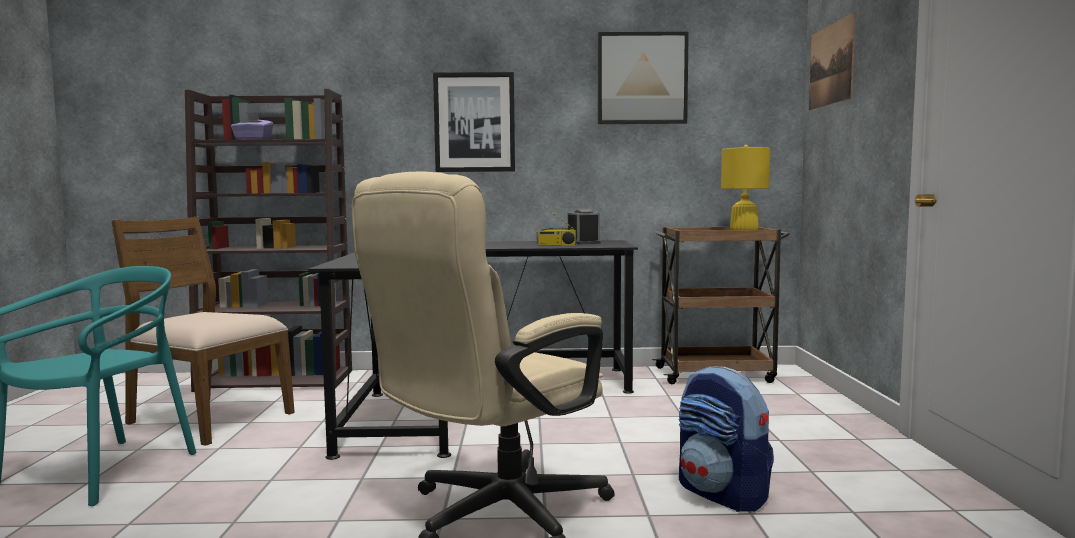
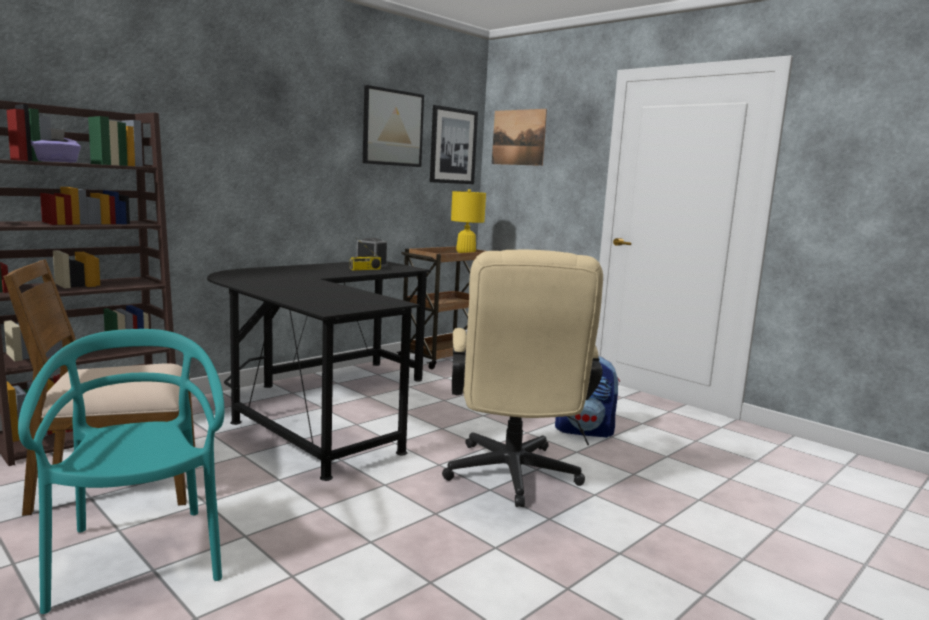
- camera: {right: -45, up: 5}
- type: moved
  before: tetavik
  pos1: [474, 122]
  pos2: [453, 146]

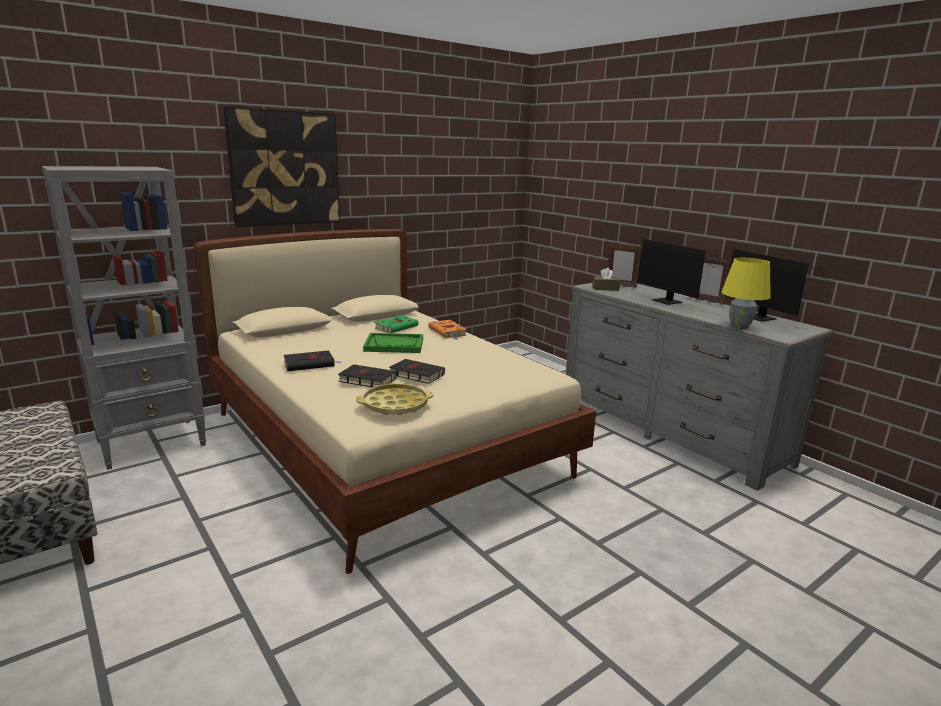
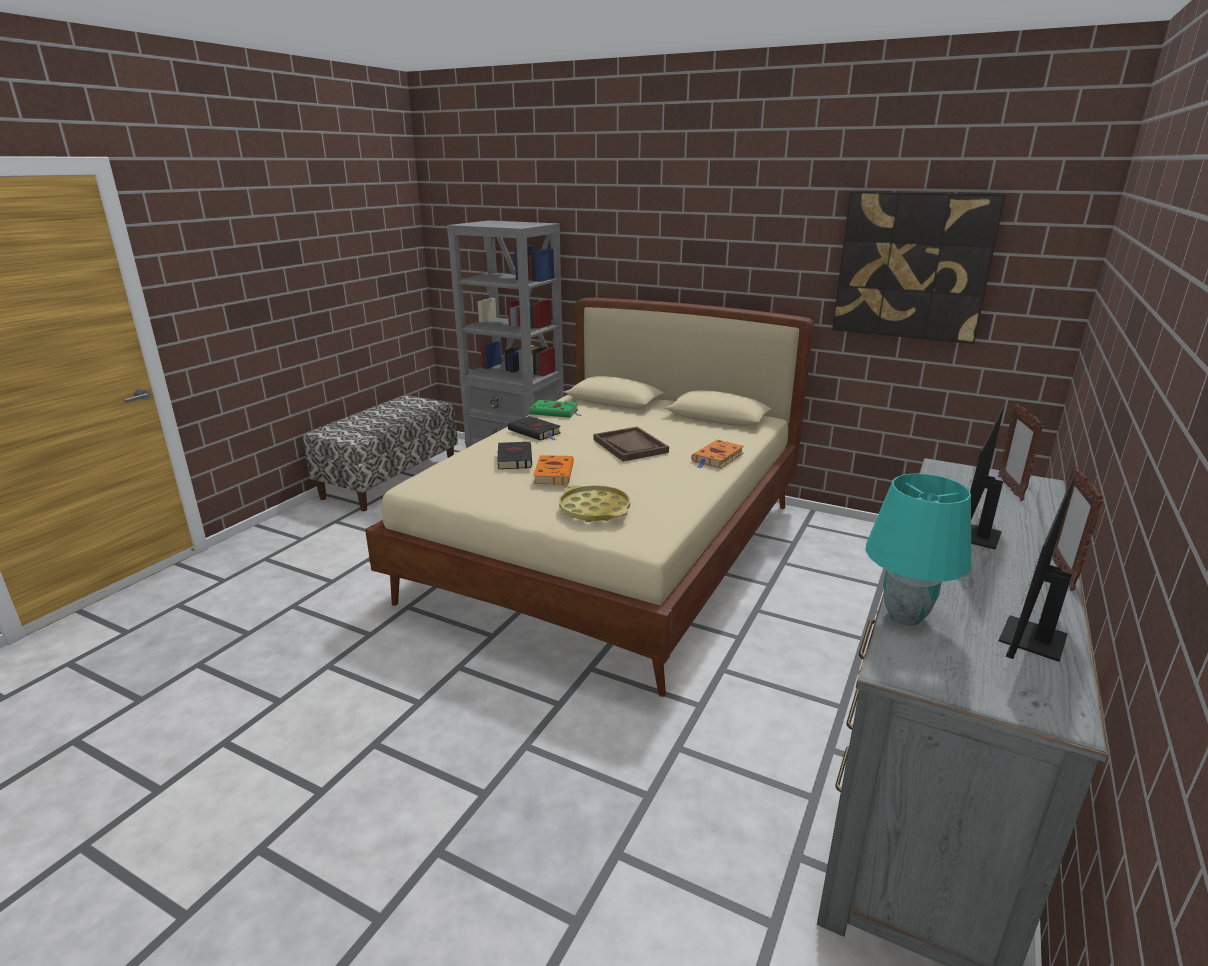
- camera: {right: 65, up: 5}
- type: moved
  before: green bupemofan
  pos1: [397, 327]
  pos2: [555, 412]
- type: recoloured
  before: black bupemofan
  after: orange bupemofan
  pos1: [415, 374]
  pos2: [553, 473]
- type: moved
  before: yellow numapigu
  pos1: [395, 405]
  pos2: [594, 509]
- type: recoloured
  before: green numapigu
  after: brown numapigu
  pos1: [394, 345]
  pos2: [630, 446]
- type: moved
  before: tetavik
  pos1: [284, 168]
  pos2: [912, 266]
- type: recoloured
  before: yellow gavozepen
  after: turquoise gavozepen
  pos1: [739, 327]
  pos2: [904, 615]
- type: removed
  before: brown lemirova
  pos1: [605, 288]

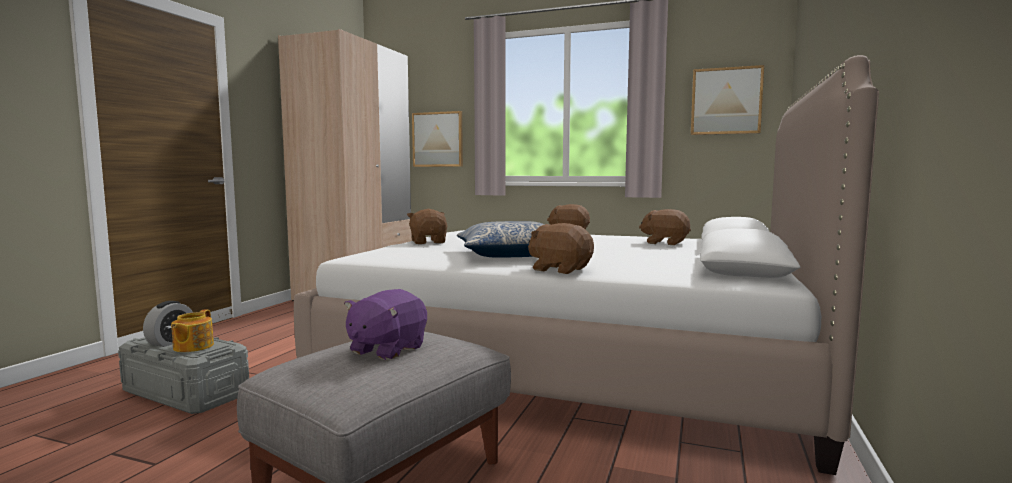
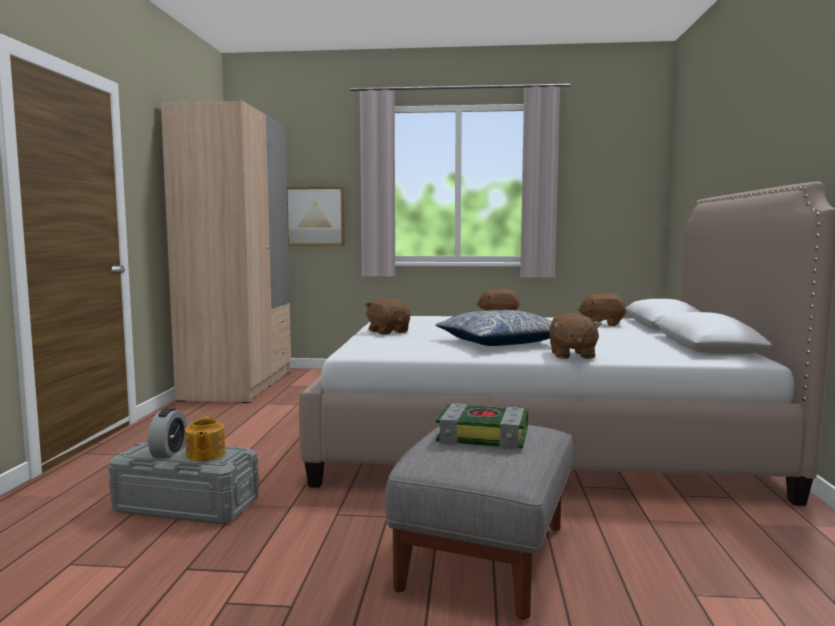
- camera: {right: -15, up: 0}
- type: replaced
  before: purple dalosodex
  after: bupemofan
  pos1: [386, 349]
  pos2: [485, 436]
- type: turned
  before: brown dalosodex
  pos1: [560, 269]
  pos2: [571, 355]
  turn: -105
- type: removed
  before: tetavik
  pos1: [726, 101]

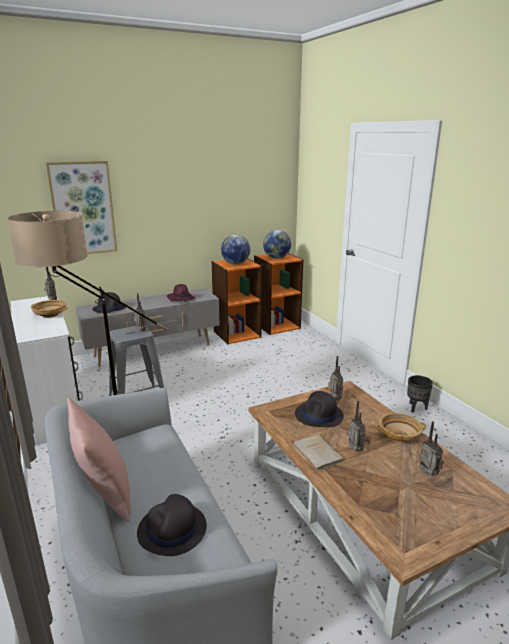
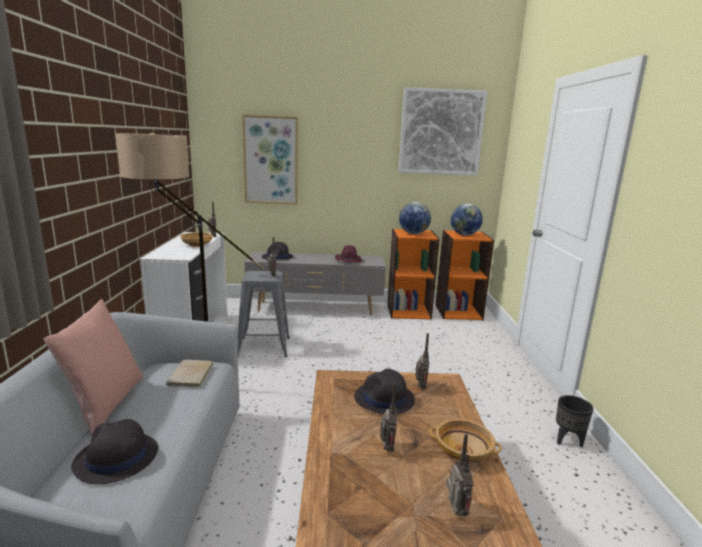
- camera: {right: 25, up: -5}
- type: moved
  before: beige bupemofan
  pos1: [318, 454]
  pos2: [190, 376]
- type: added
  after: tetavik
  pos2: [441, 132]

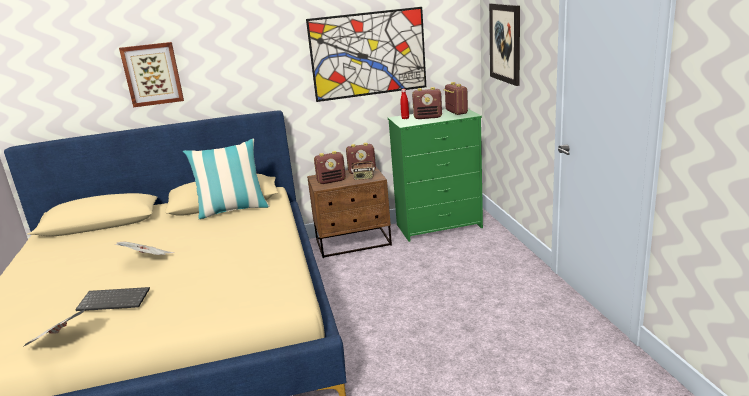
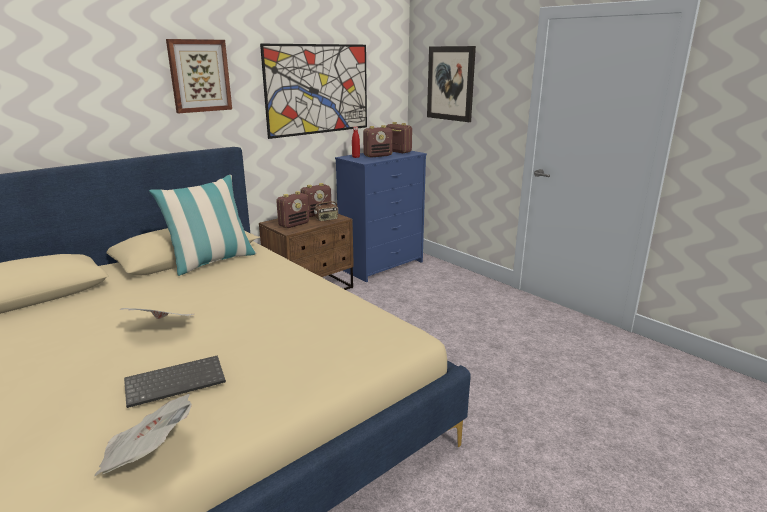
- camera: {right: -30, up: 0}
- type: moved
  before: tetavik
  pos1: [152, 74]
  pos2: [199, 76]
- type: recoloured
  before: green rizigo
  after: blue rizigo
  pos1: [439, 226]
  pos2: [382, 265]

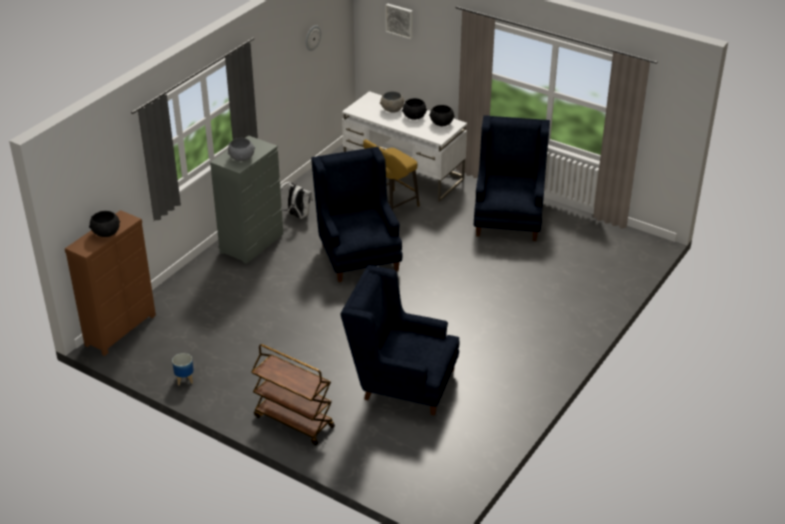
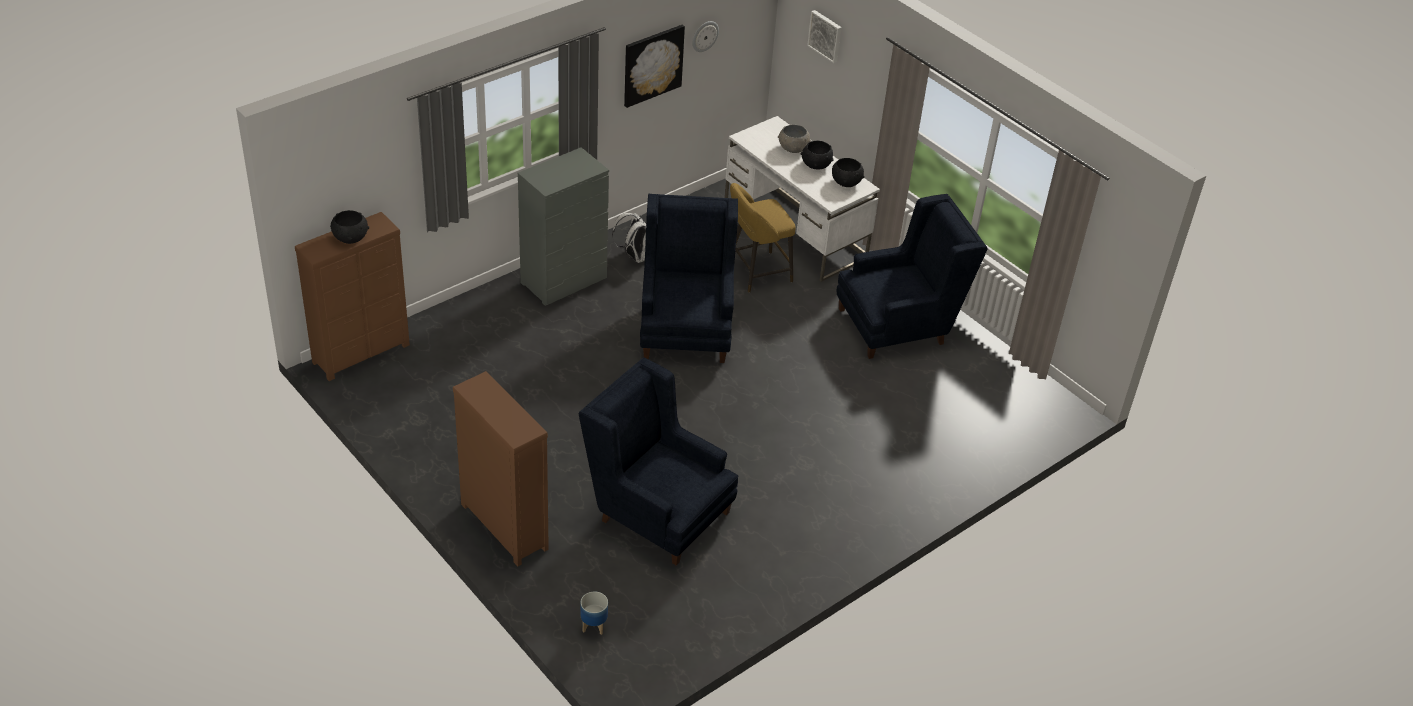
- camera: {right: 15, up: 5}
- type: replaced
  before: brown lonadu
  after: brown rizigo
  pos1: [293, 421]
  pos2: [505, 525]
- type: moved
  before: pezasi
  pos1: [184, 379]
  pos2: [593, 625]
- type: added
  after: tetavik
  pos2: [652, 65]
- type: turned
  before: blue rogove
  pos1: [508, 216]
  pos2: [899, 324]
  turn: 45
- type: removed
  before: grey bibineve
  pos1: [241, 158]

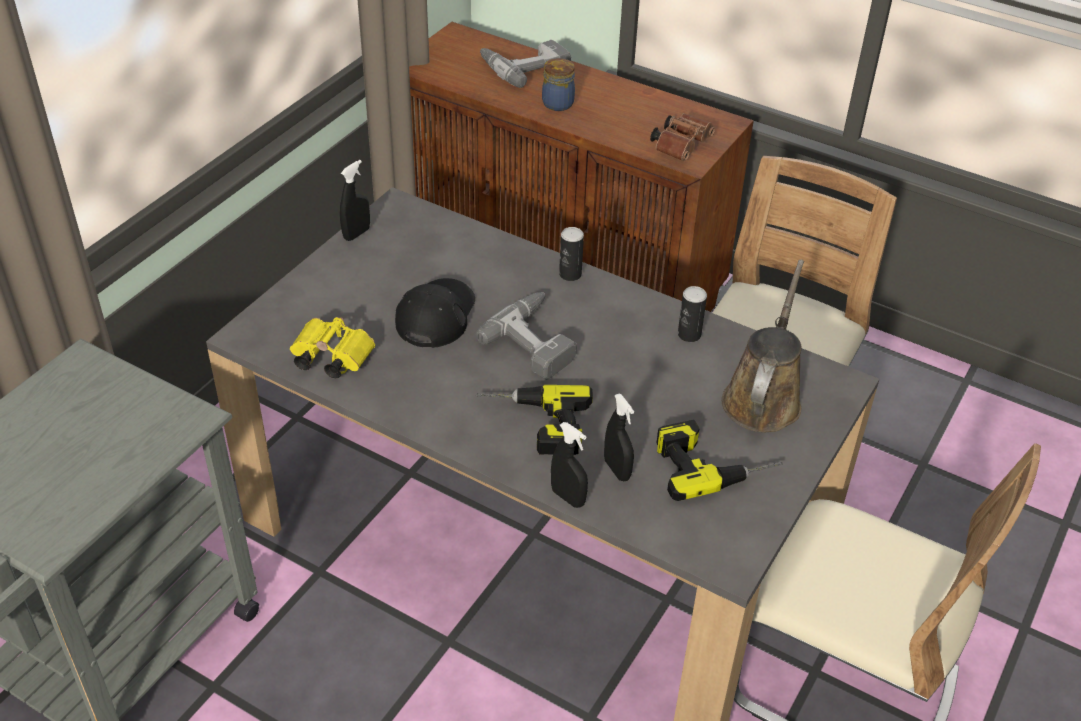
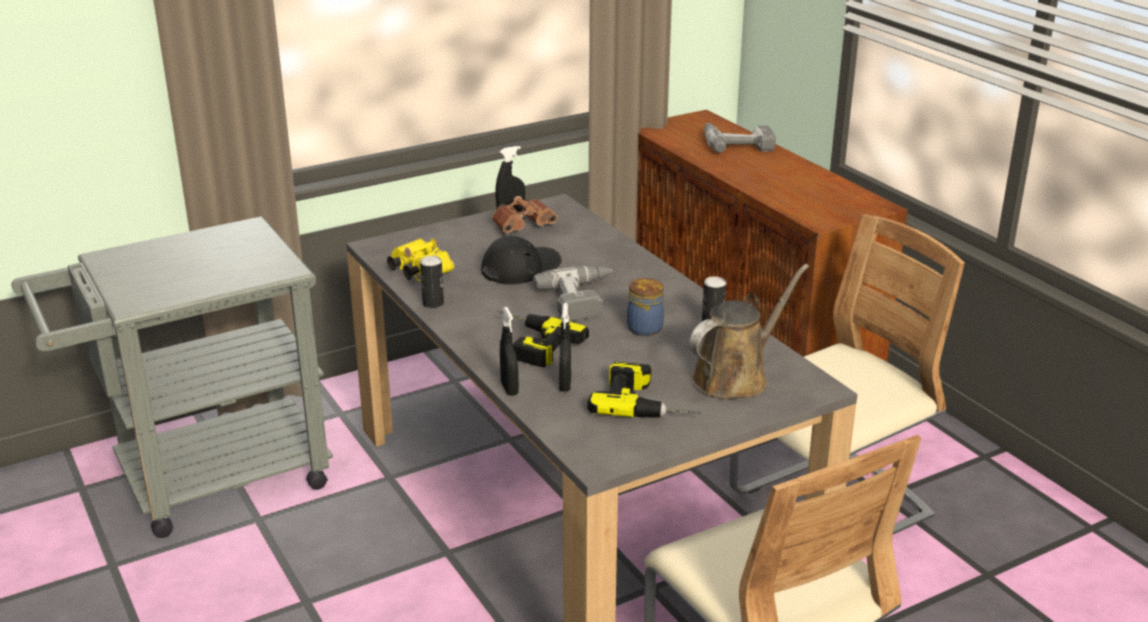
- camera: {right: 30, up: -15}
- type: moved
  before: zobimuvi
  pos1: [570, 274]
  pos2: [433, 303]
- type: moved
  before: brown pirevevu
  pos1: [681, 146]
  pos2: [525, 226]
- type: moved
  before: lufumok
  pos1: [557, 102]
  pos2: [645, 327]

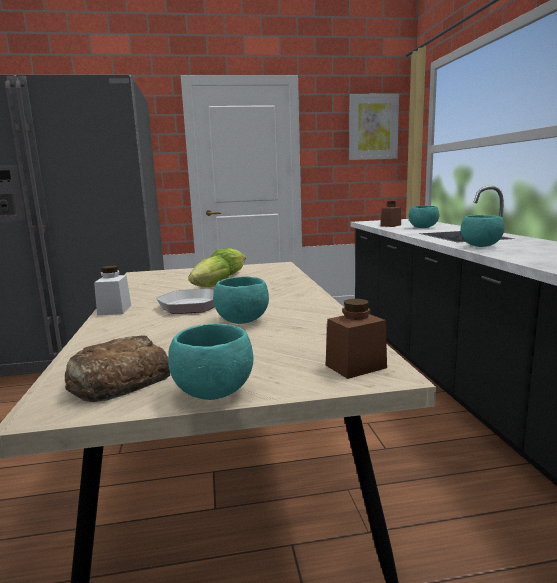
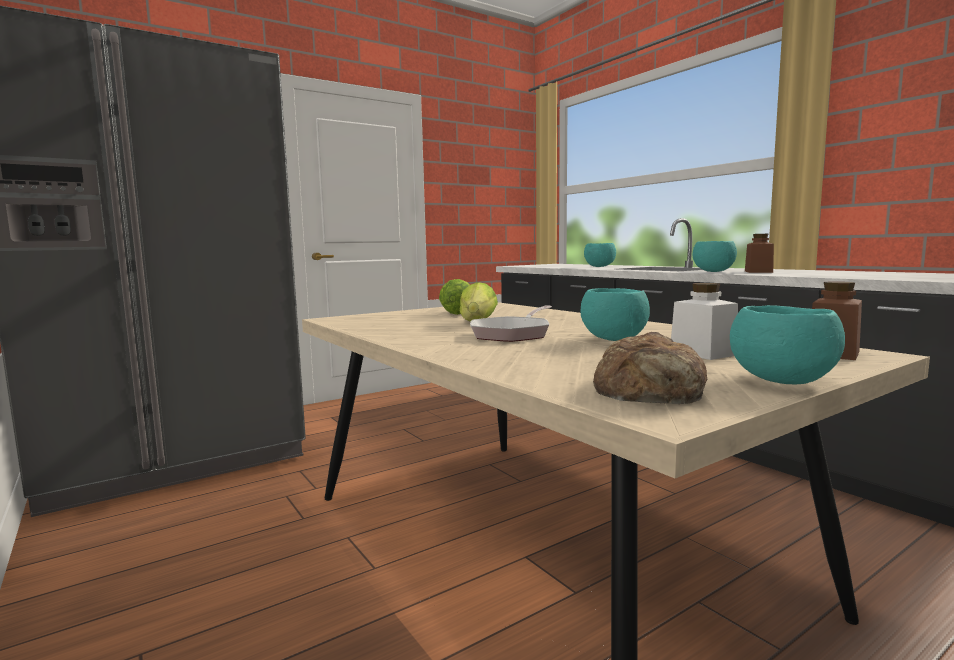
- camera: {right: -25, up: -5}
- type: moved
  before: white lufumok
  pos1: [114, 310]
  pos2: [703, 353]
- type: moved
  before: brown lufumok
  pos1: [390, 225]
  pos2: [758, 272]
- type: removed
  before: tetavik
  pos1: [373, 127]

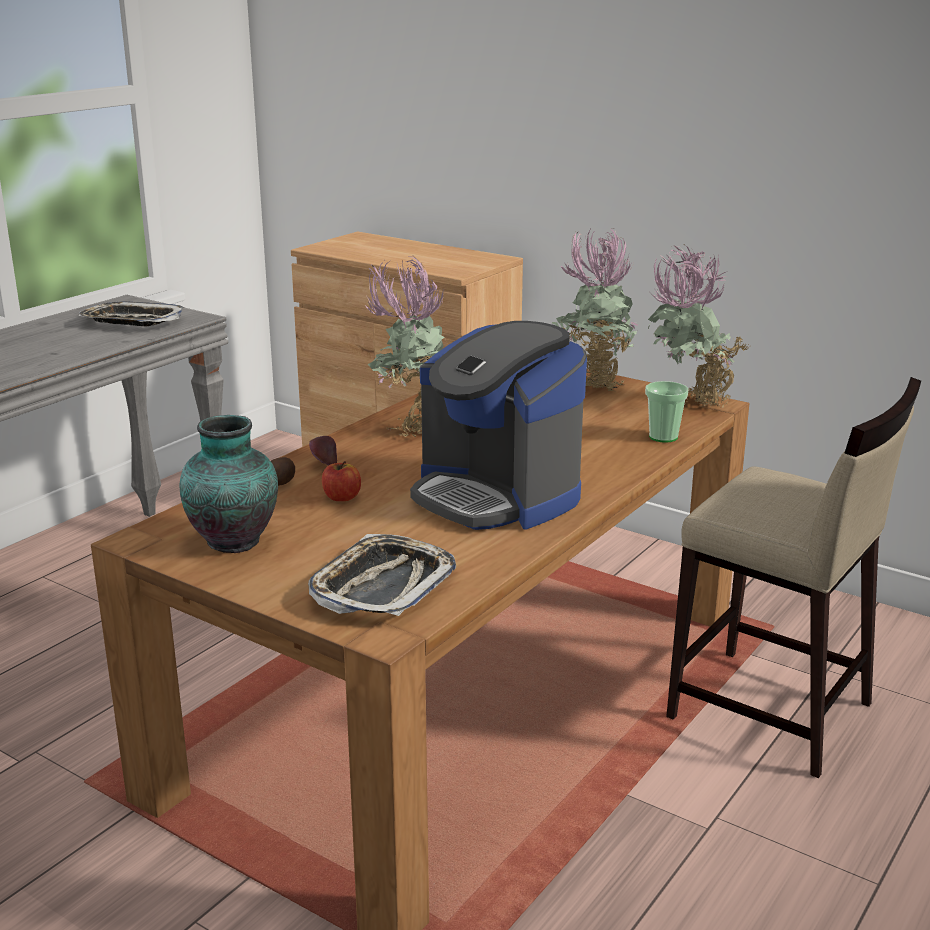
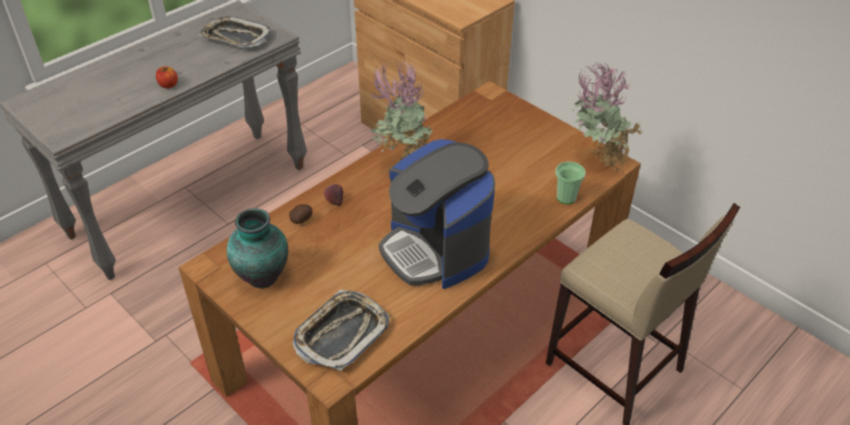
- camera: {right: 10, up: 20}
- type: moved
  before: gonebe
  pos1: [341, 497]
  pos2: [168, 85]
- type: removed
  before: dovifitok
  pos1: [593, 383]

